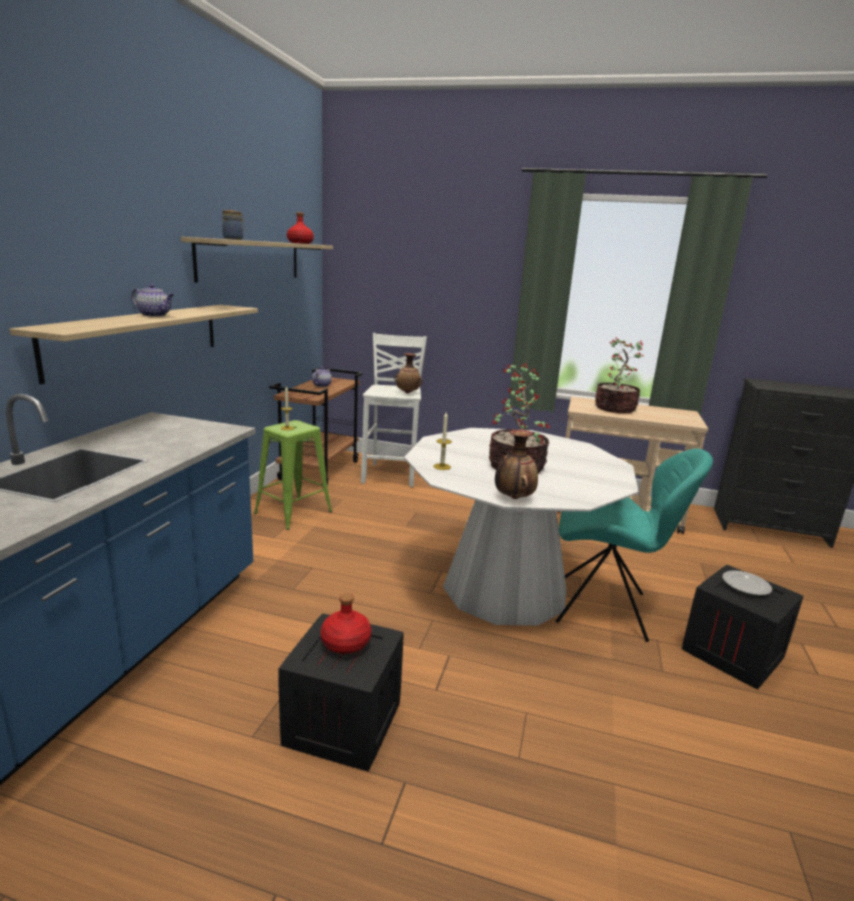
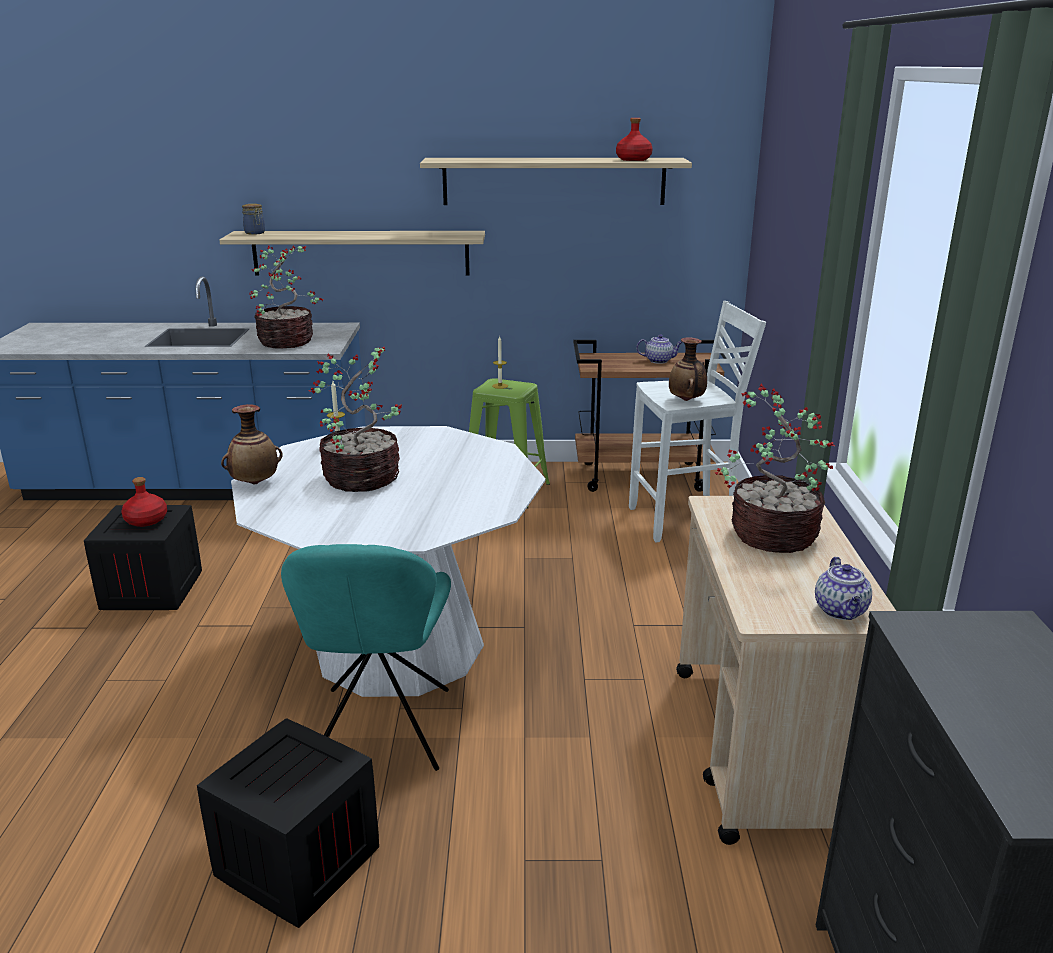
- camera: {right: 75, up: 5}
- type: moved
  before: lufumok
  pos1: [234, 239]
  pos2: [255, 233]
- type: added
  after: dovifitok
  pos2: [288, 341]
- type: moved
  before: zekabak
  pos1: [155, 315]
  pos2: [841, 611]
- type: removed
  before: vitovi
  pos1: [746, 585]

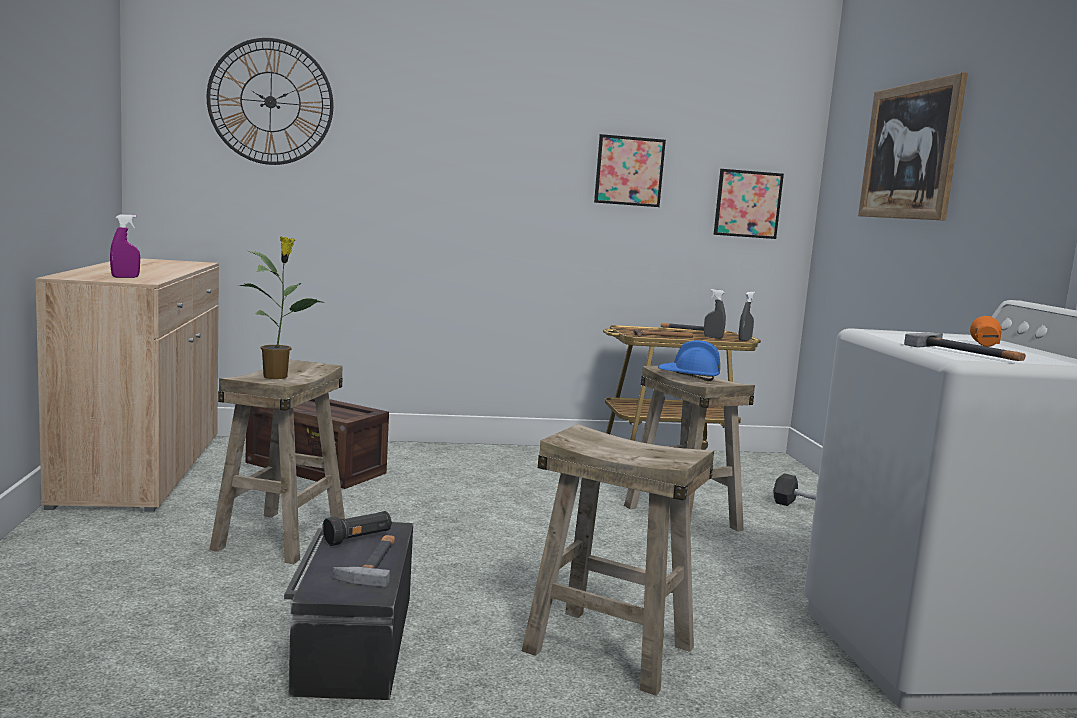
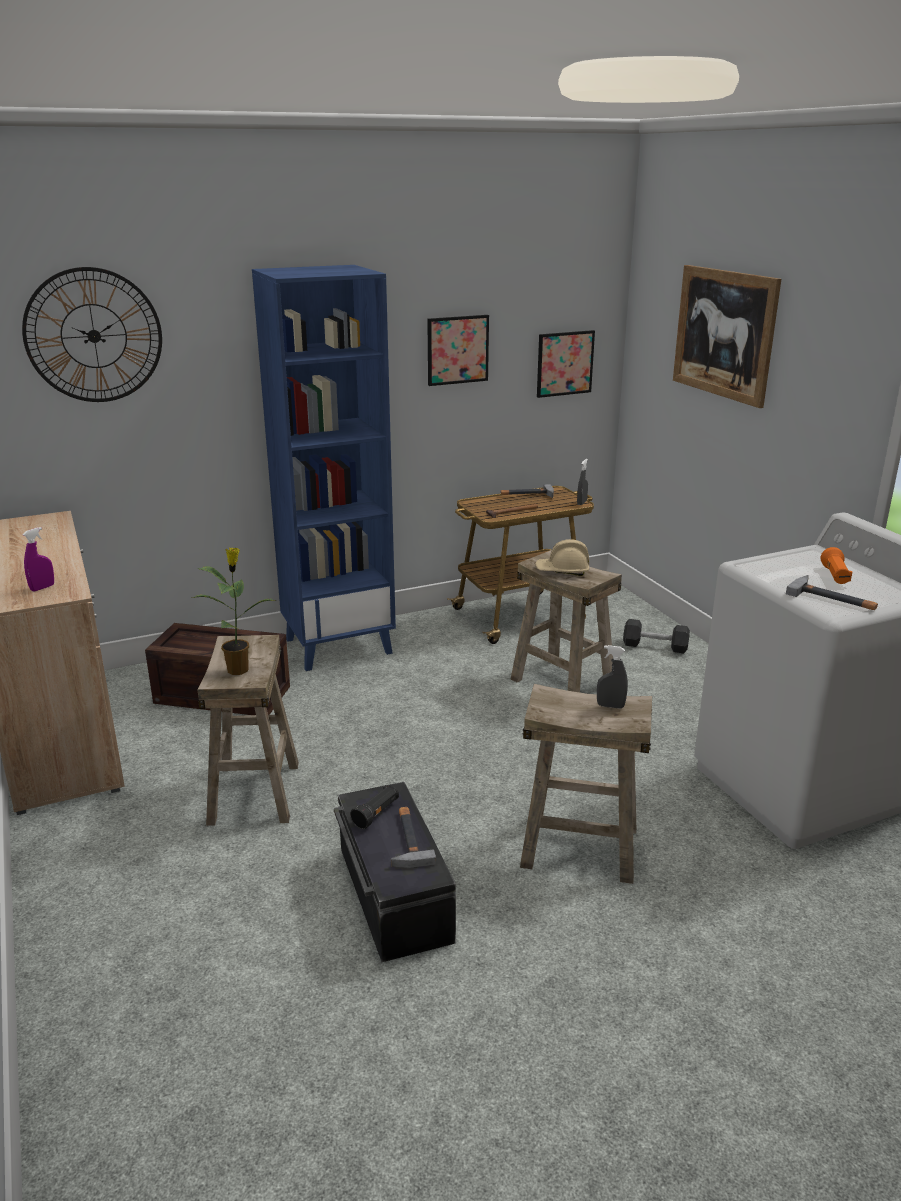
- camera: {right: -15, up: 15}
- type: added
  after: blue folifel
  pos2: [339, 645]
- type: recoloured
  before: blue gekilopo
  after: beige gekilopo
  pos1: [689, 376]
  pos2: [562, 571]
- type: moved
  before: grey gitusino
  pos1: [713, 337]
  pos2: [610, 706]

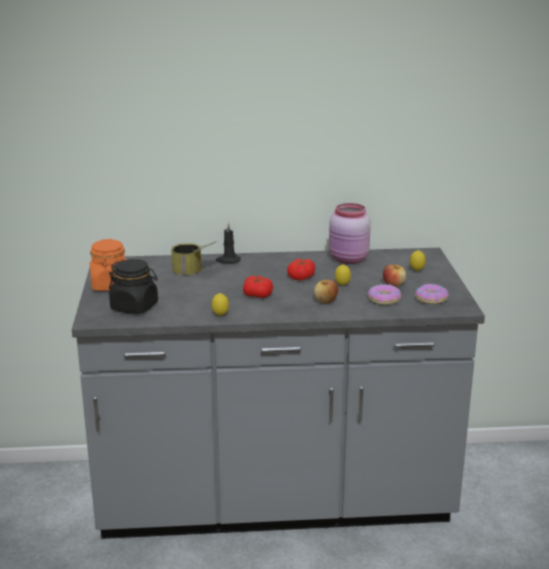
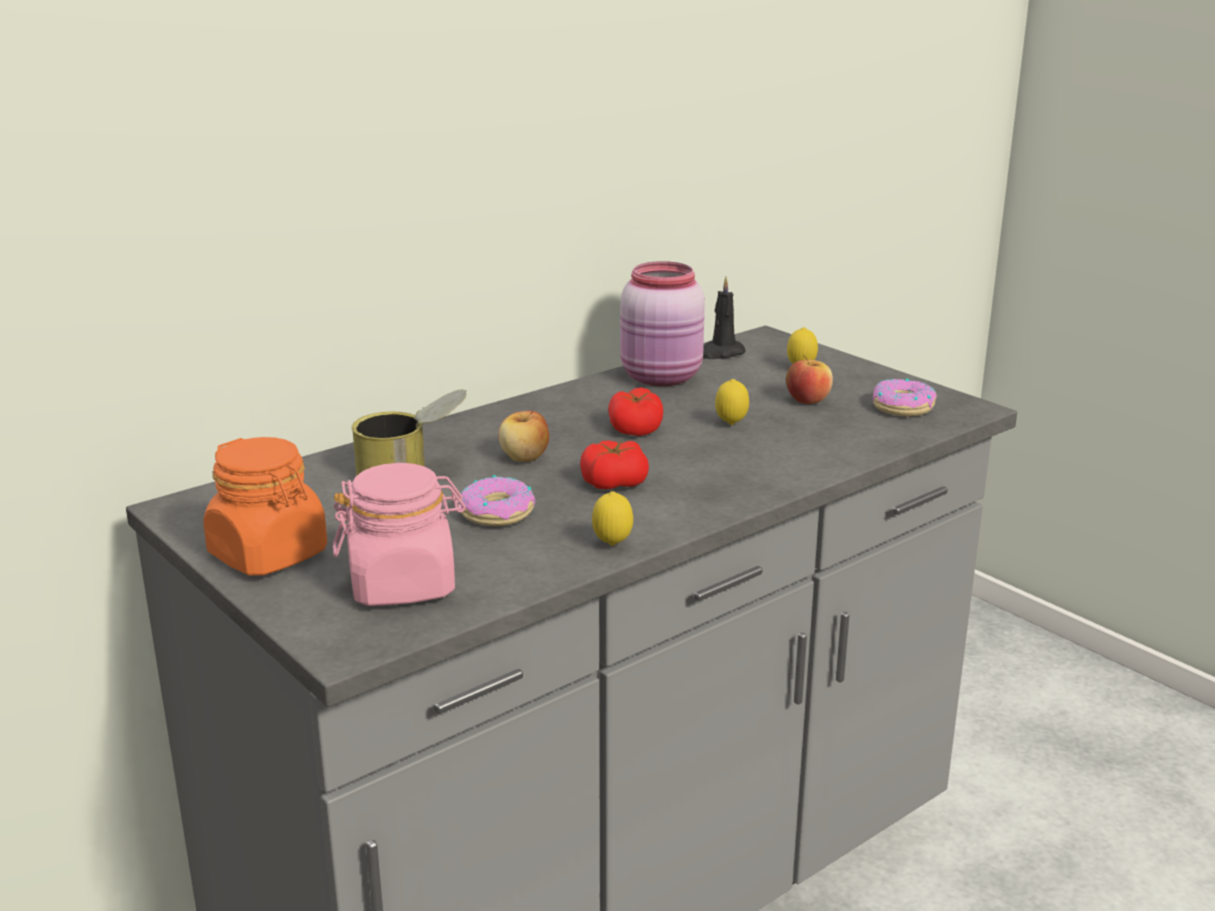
- camera: {right: -35, up: 0}
- type: recoloured
  before: black lufumok
  after: pink lufumok
  pos1: [134, 307]
  pos2: [403, 585]
- type: moved
  before: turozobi
  pos1: [384, 299]
  pos2: [498, 513]
- type: moved
  before: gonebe
  pos1: [325, 301]
  pos2: [525, 458]
- type: moved
  before: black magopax
  pos1: [228, 260]
  pos2: [721, 353]

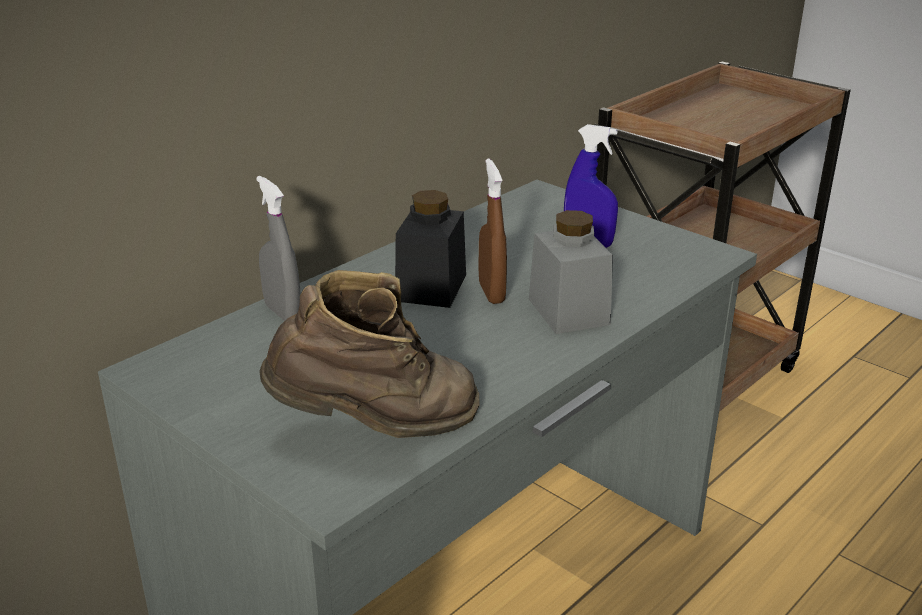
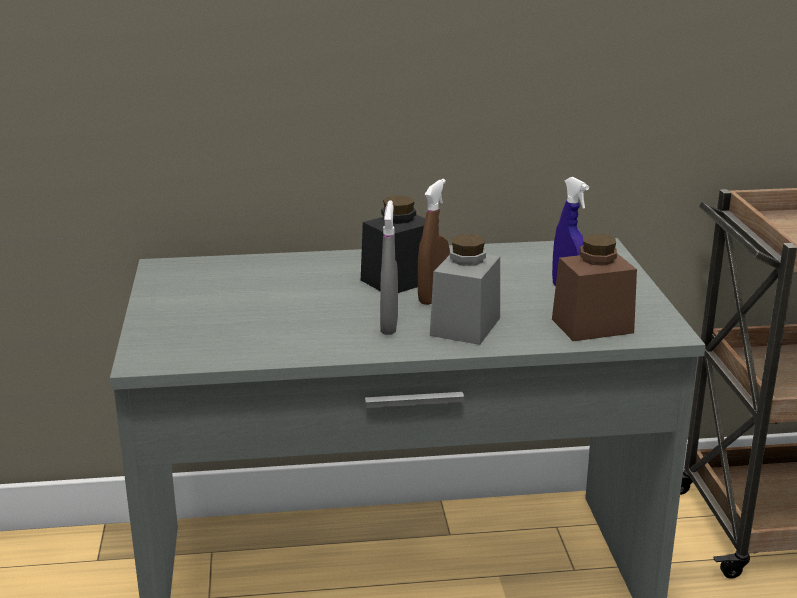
- camera: {right: 40, up: -5}
- type: moved
  before: grey gitusino
  pos1: [283, 313]
  pos2: [389, 325]
- type: added
  after: brown lufumok
  pos2: [592, 326]
- type: removed
  before: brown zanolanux
  pos1: [377, 429]

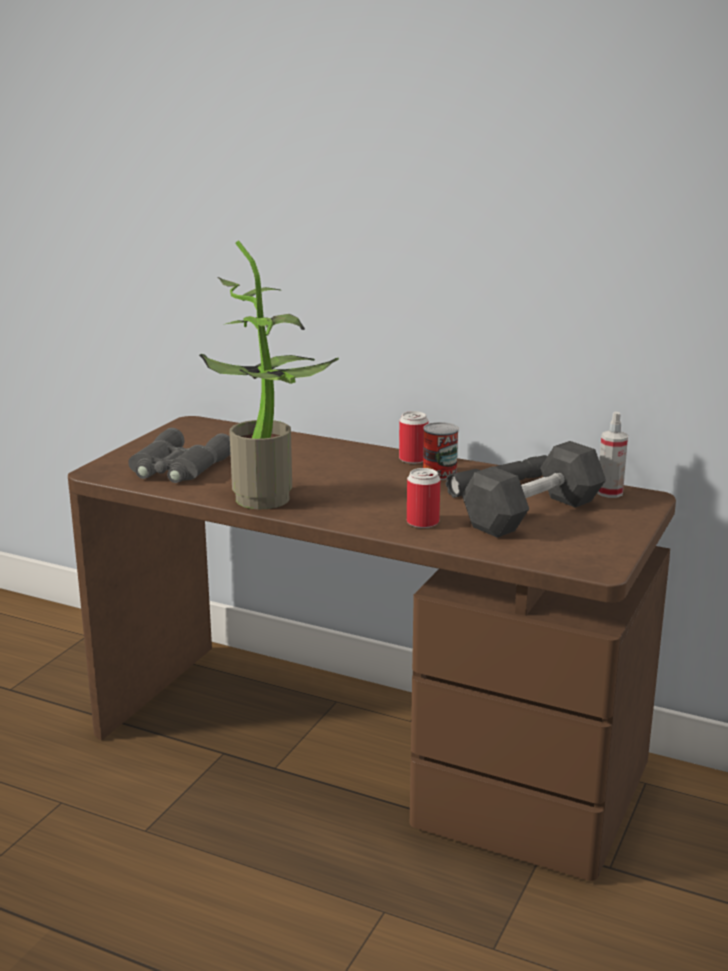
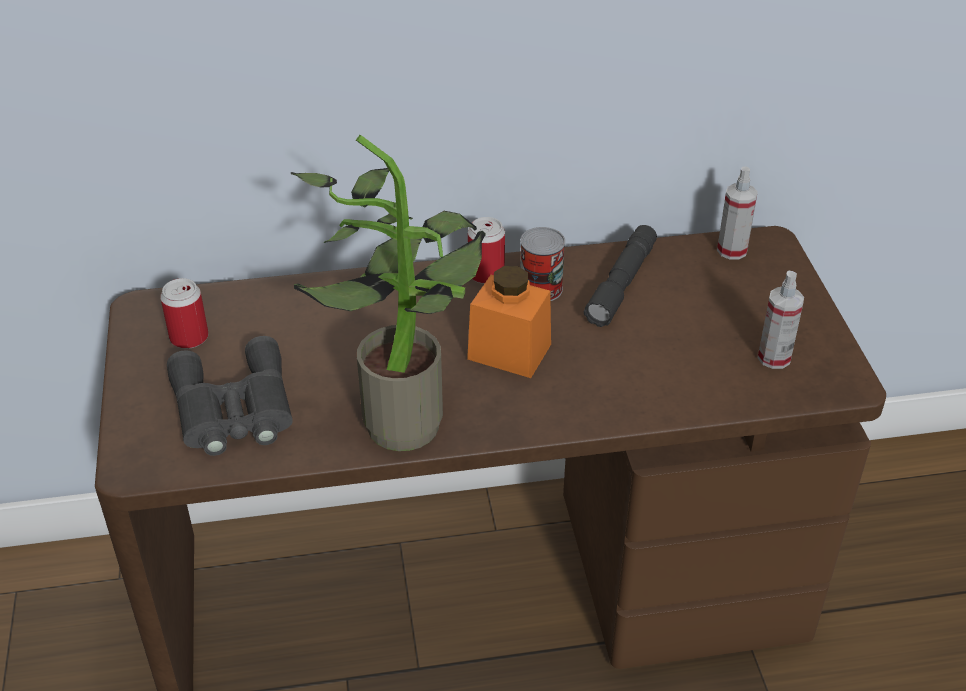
- camera: {right: -35, up: 20}
- type: moved
  before: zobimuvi
  pos1: [422, 522]
  pos2: [189, 337]
- type: added
  after: orange lufumok
  pos2: [509, 351]
- type: added
  after: gitusino
  pos2: [774, 357]
- type: removed
  before: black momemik
  pos1: [533, 514]

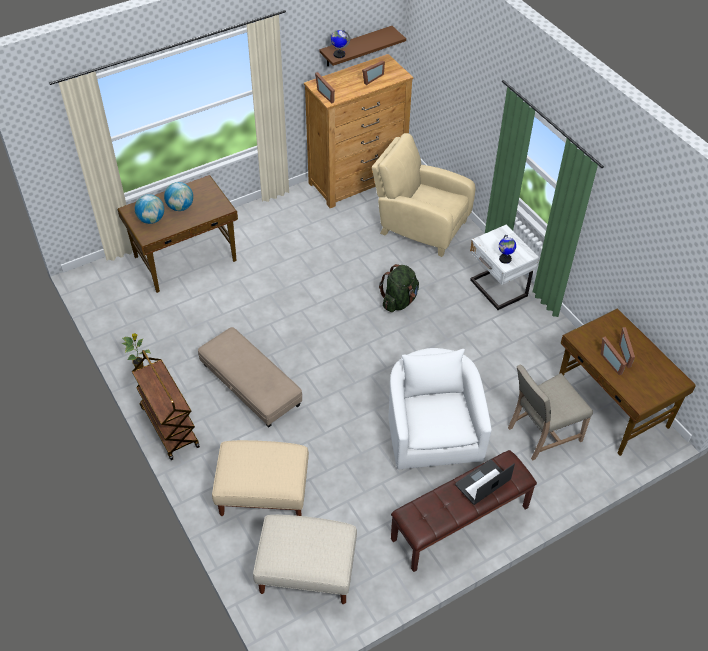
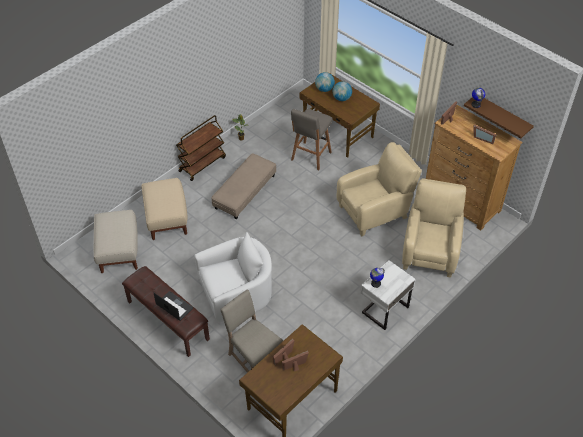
- camera: {right: 75, up: 0}
- type: added
  after: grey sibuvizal
  pos2: [310, 157]
- type: added
  after: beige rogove
  pos2: [375, 211]
- type: removed
  before: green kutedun
  pos1: [399, 301]

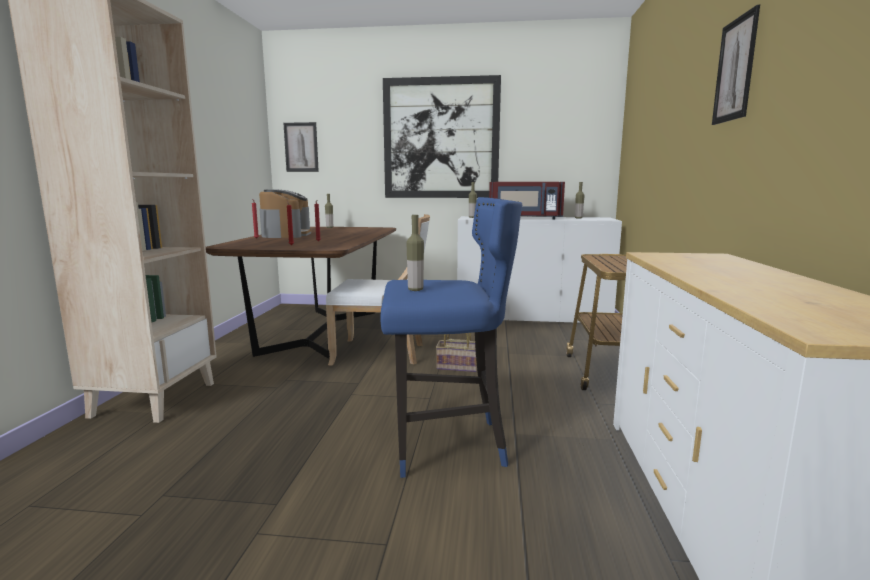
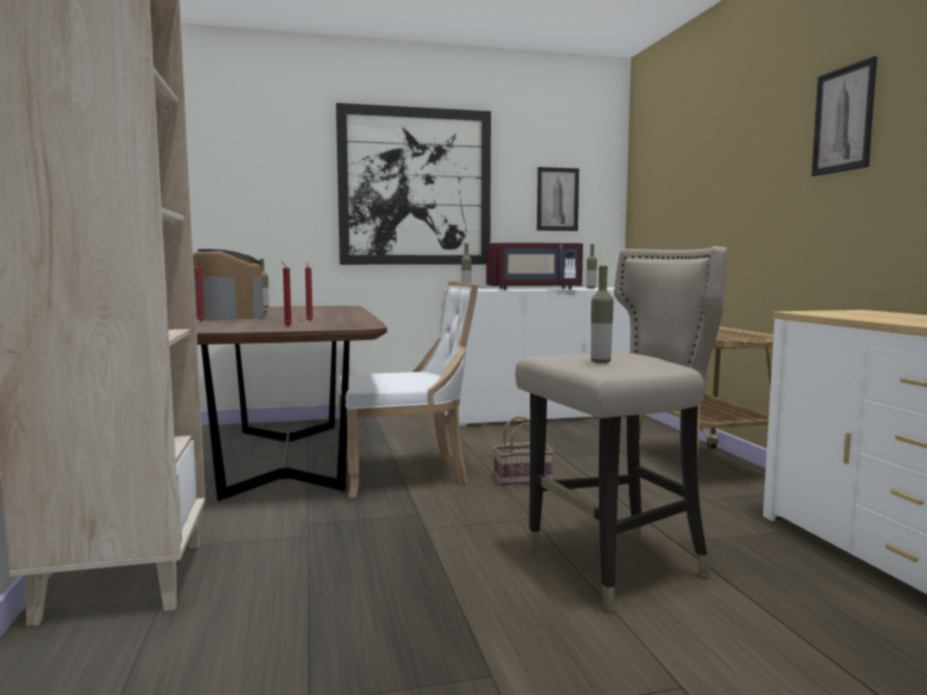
- camera: {right: -20, up: -5}
- type: recoloured
  before: blue sibuvizal
  after: beige sibuvizal
  pos1: [446, 445]
  pos2: [616, 567]
- type: moved
  before: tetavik
  pos1: [301, 147]
  pos2: [557, 199]

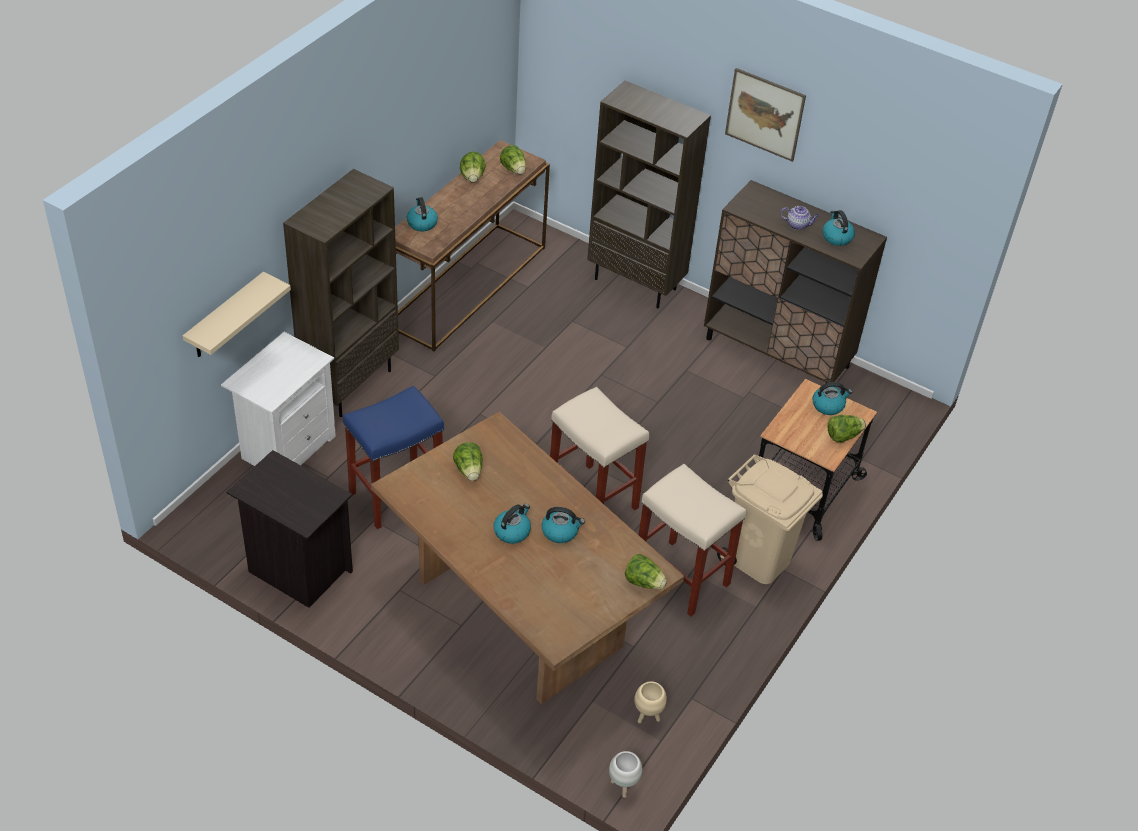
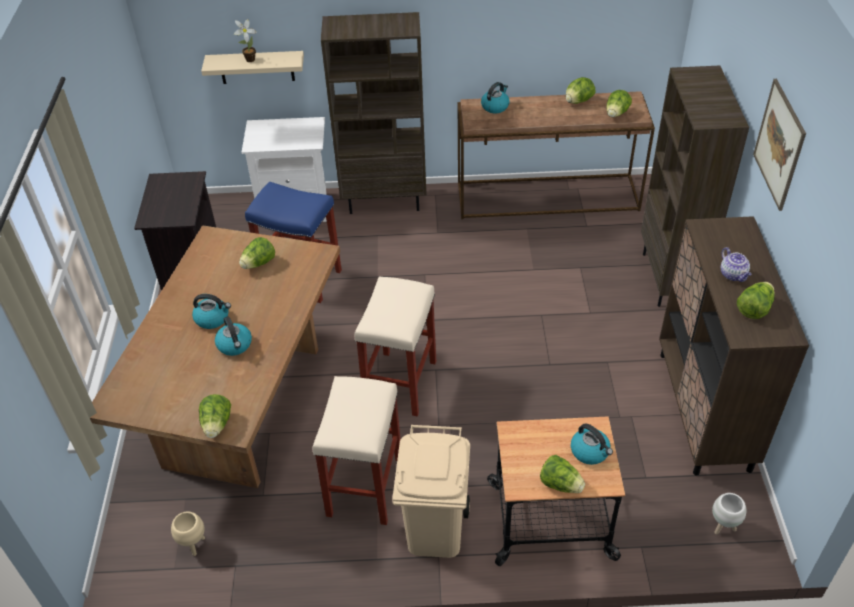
- camera: {right: 60, up: 0}
- type: added
  after: dovifitok
  pos2: [249, 60]
- type: moved
  before: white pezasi
  pos1: [623, 786]
  pos2: [723, 527]
- type: replaced
  before: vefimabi
  after: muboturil
  pos1: [836, 237]
  pos2: [754, 309]

